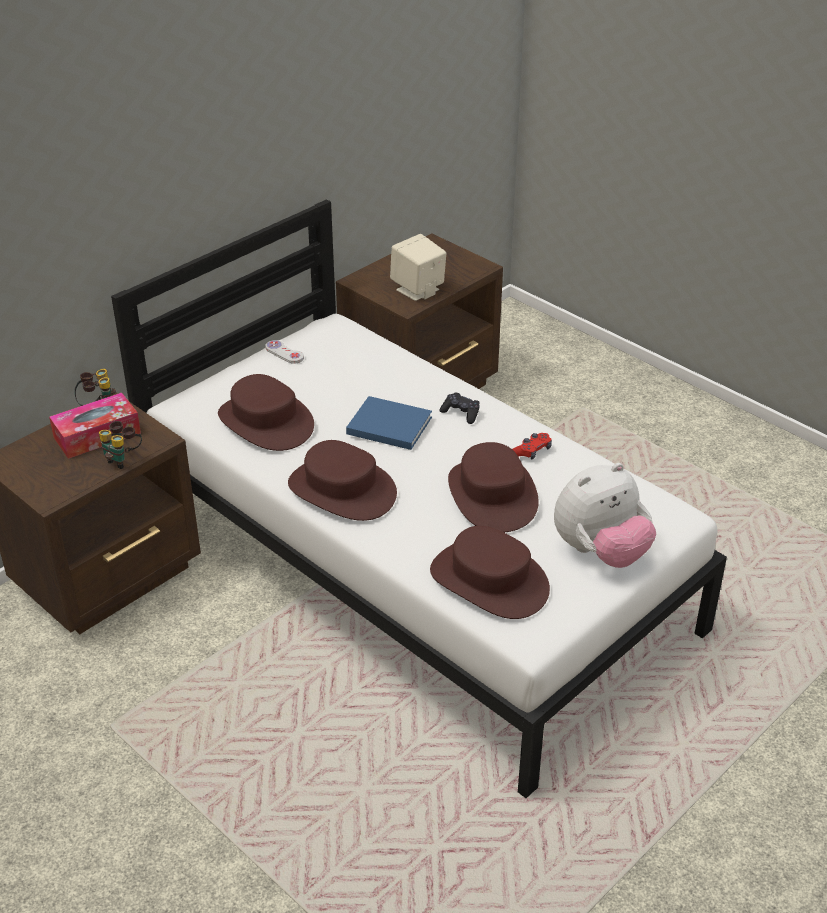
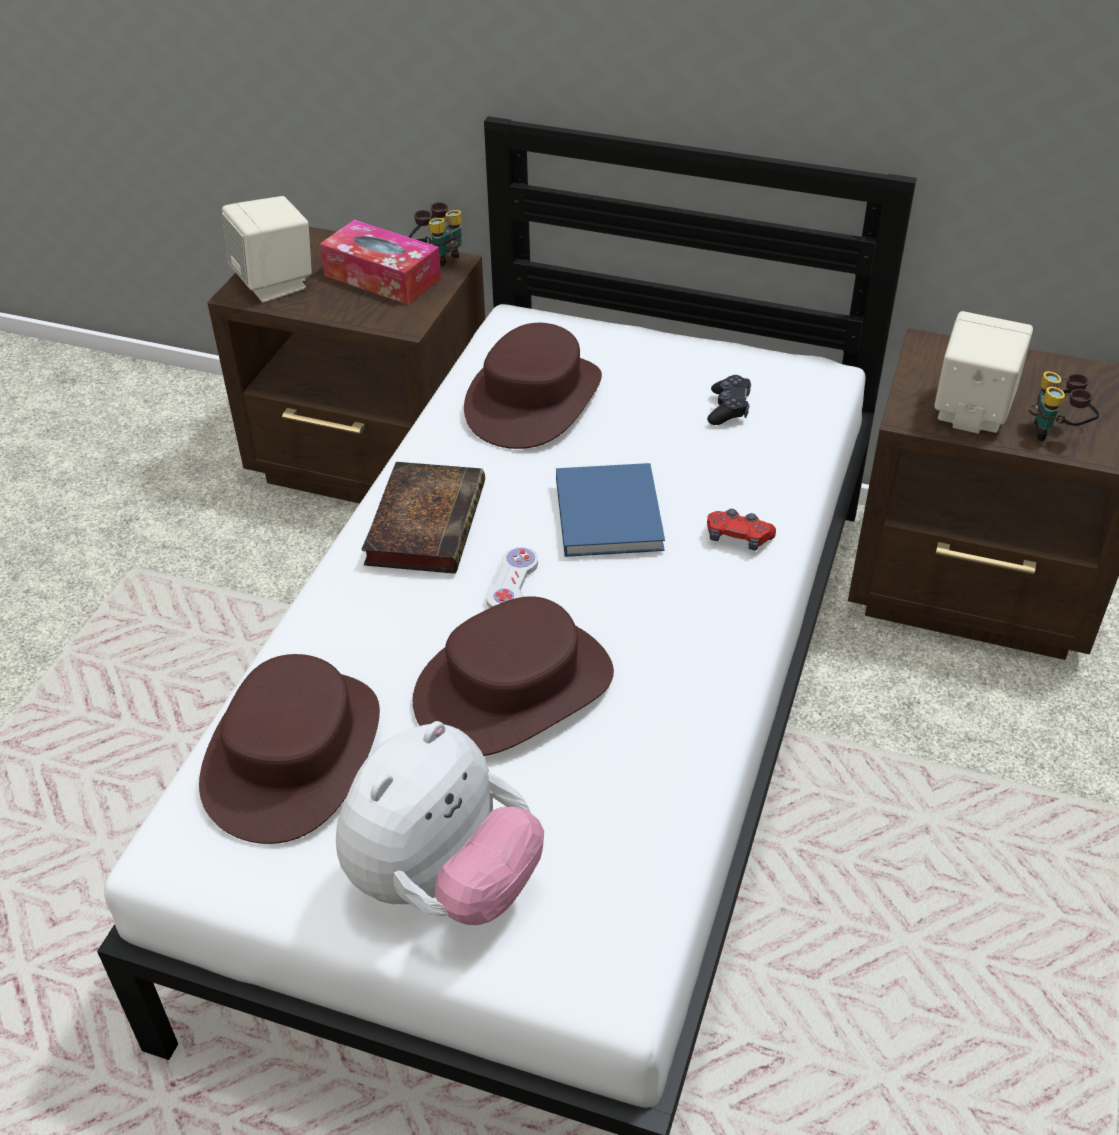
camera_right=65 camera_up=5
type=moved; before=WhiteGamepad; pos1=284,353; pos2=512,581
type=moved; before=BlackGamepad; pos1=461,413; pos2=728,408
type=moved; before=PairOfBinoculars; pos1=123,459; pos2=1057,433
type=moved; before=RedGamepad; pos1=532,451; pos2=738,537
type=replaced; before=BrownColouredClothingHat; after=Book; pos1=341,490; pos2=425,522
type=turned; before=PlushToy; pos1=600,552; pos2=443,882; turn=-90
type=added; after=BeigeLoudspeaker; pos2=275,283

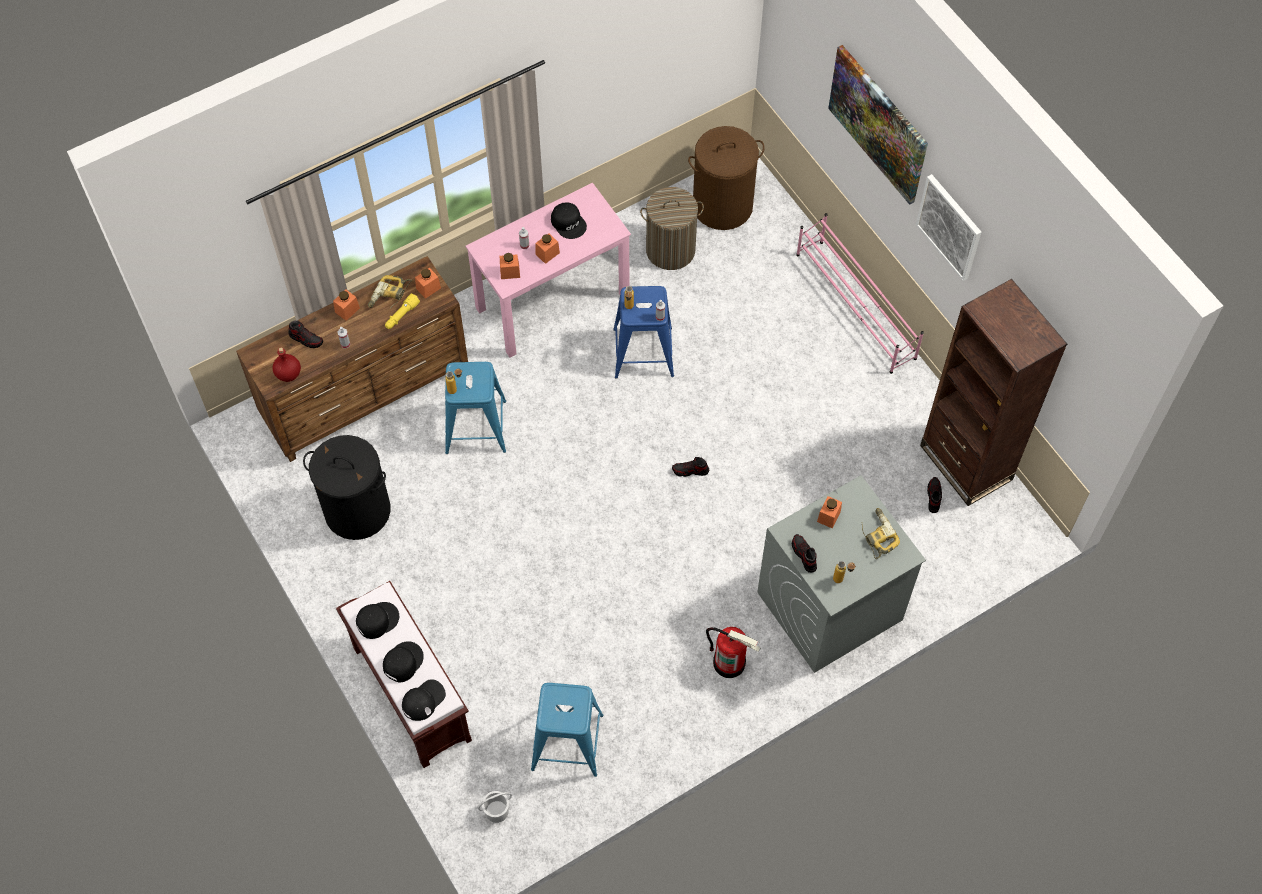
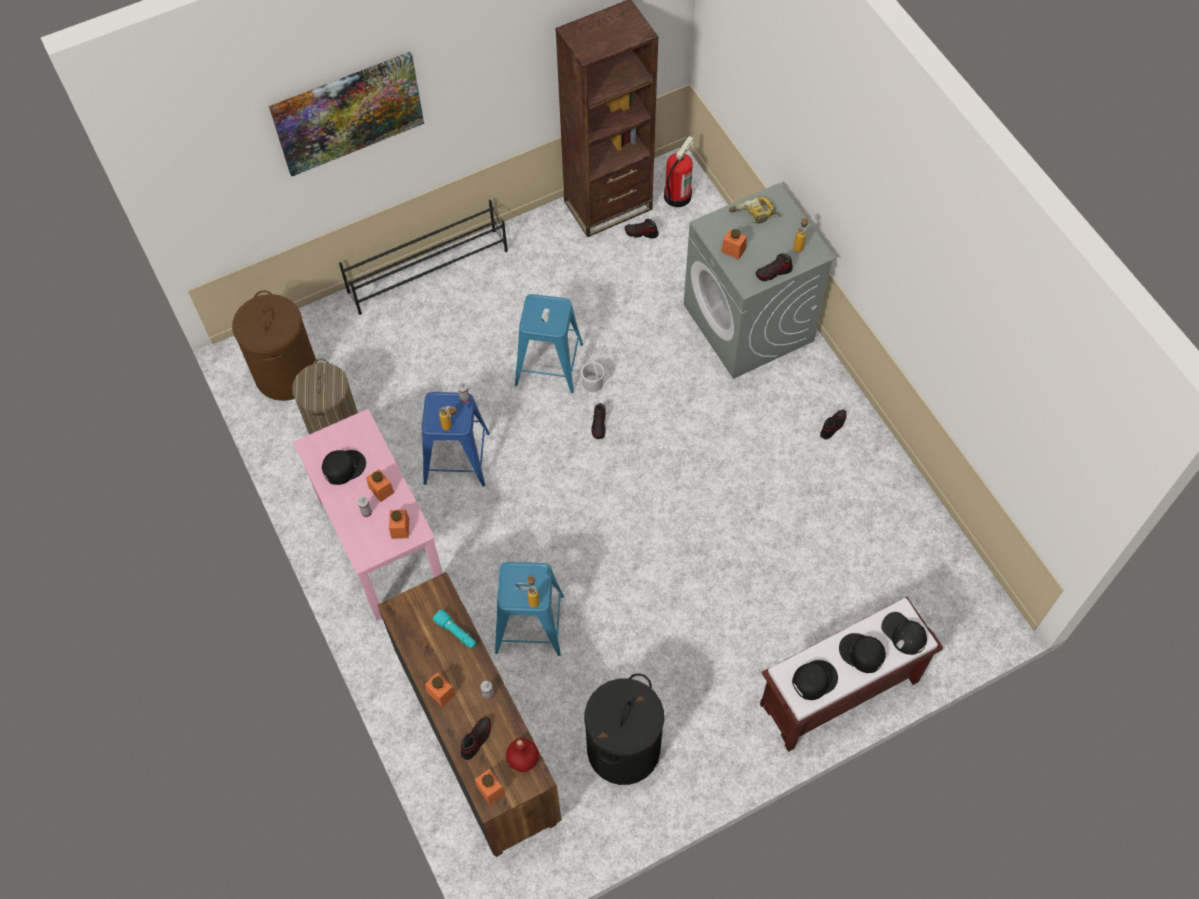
camera_right=-85 camera_up=0
type=removed; before=WallPicture; pos1=950,226
type=recoloured; before=PinkishShoeStand; after=BlackShoeStand; pos1=855,307; pos2=429,271
type=moved; before=OrangeStorageJar; pos1=428,288; pos2=490,789
type=removed; before=Drill; pos1=389,296
type=recoloured; before=YellowFlashlight; after=TurquoiseColouredFlashlight; pos1=401,315; pos2=456,632
type=turned; before=BlackCap; pos1=377,620; pos2=814,679; turn=90
type=moved; before=FireFightingCylinder; pos1=729,662; pos2=677,195
type=moved; before=BlueSittingStool; pos1=567,742; pos2=549,364
type=moved; before=WhitePail; pos1=497,811; pos2=593,383
type=added; after=Shoe; pos2=832,426

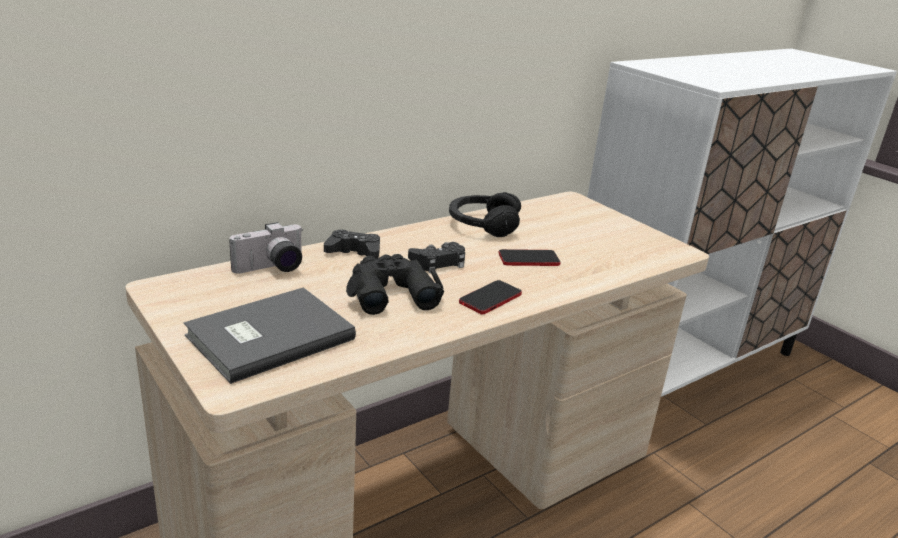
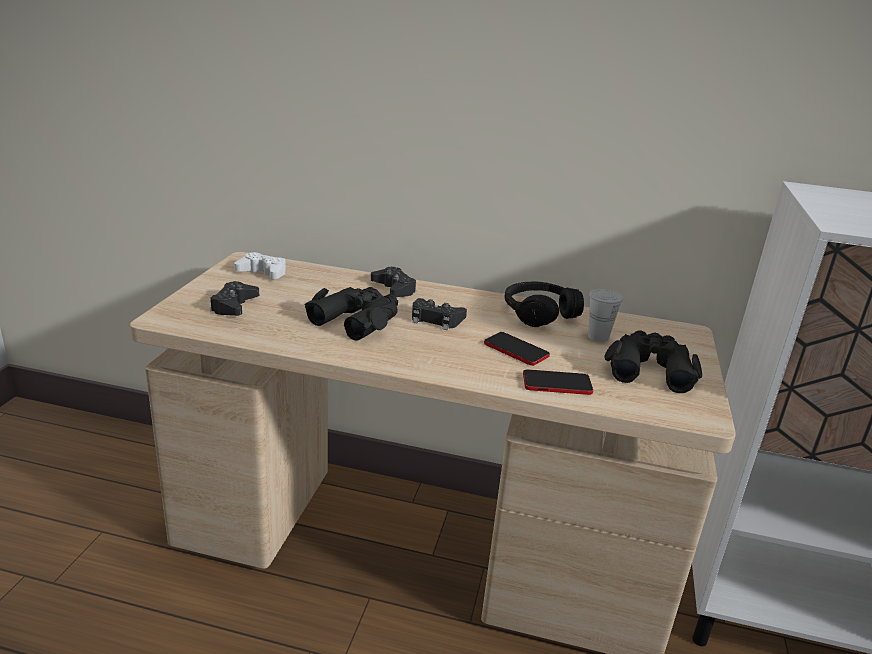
camera_right=50 camera_up=0
type=removed; before=StillCamera; pos1=272,268
type=moved; before=Handset; pos1=490,298; pos2=557,383
type=replaced; before=GreyishBook; after=BlackGamepad; pos1=266,336; pos2=234,305
type=added; after=WhiteGamepad; pos2=263,272
type=added; after=WhiteSmallCup; pos2=598,337
type=added; after=BlackPairOfBinoculars; pos2=650,368

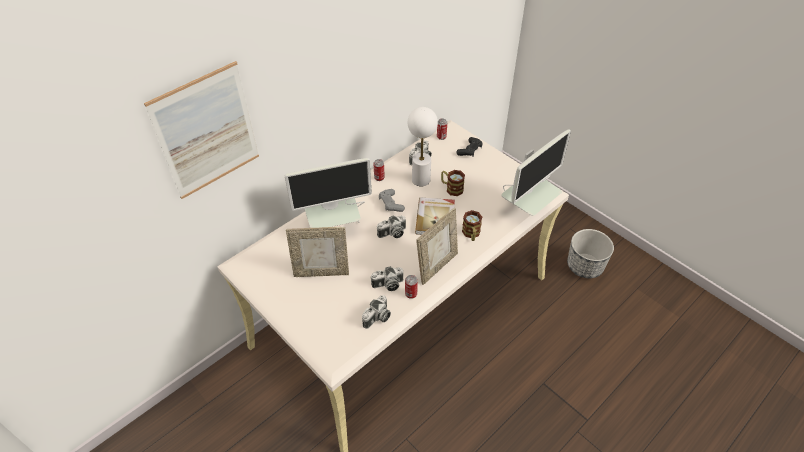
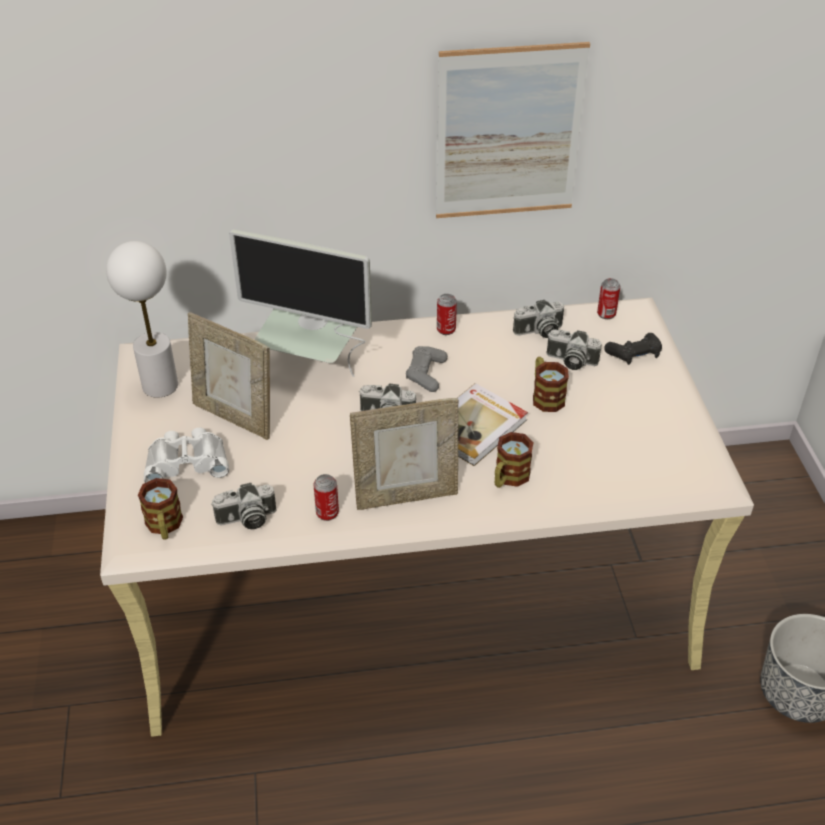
camera_right=35 camera_up=-5
type=moved; before=WallPicture; pos1=207,132; pos2=508,133
type=moved; before=WhiteLampForATable; pos1=421,180; pos2=159,386
type=removed; before=ComputerDisplay; pos1=526,210
type=moved; before=StillCamera; pos1=388,285; pos2=570,361
type=added; after=WhitePairOfBinoculars; pos2=187,461
type=added; after=TeaMug; pos2=164,526

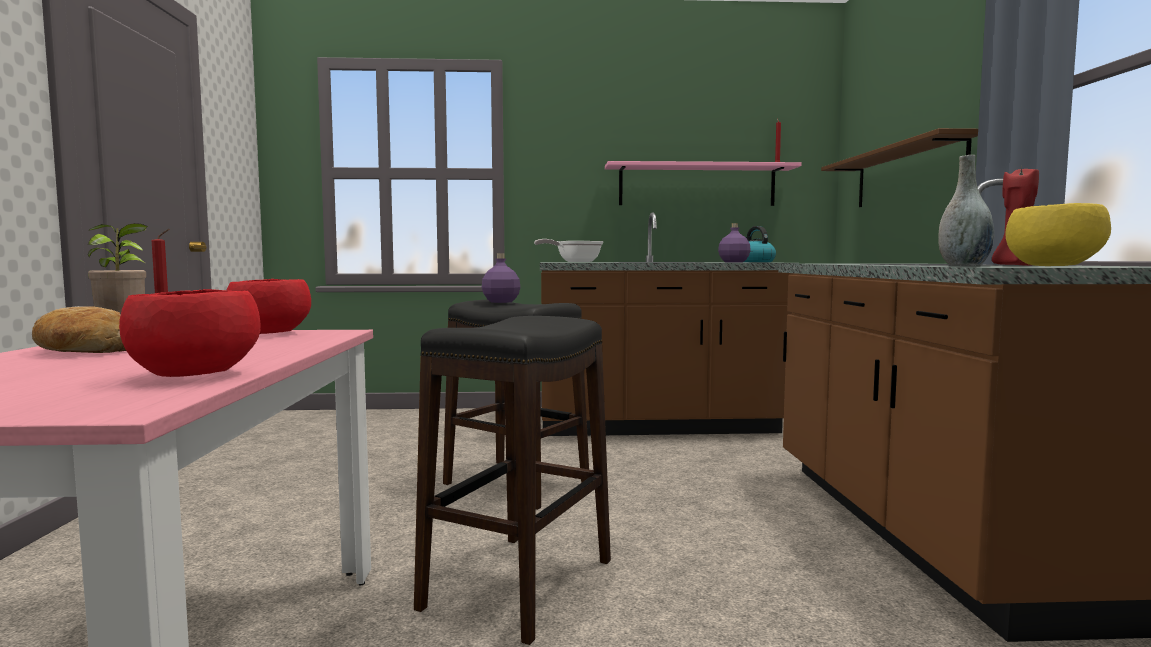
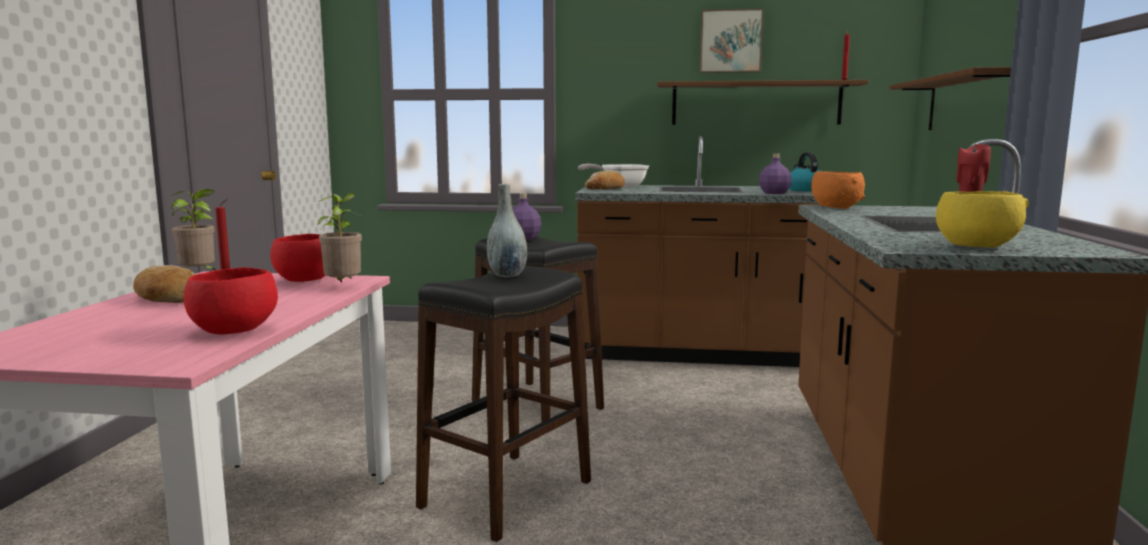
camera_right=10 camera_up=5
type=moved; before=GreyishVase; pos1=964,265; pos2=507,275
type=recoloured; before=PinkishShelf; after=BrownColouredShelf; pos1=697,186; pos2=756,103
type=added; after=WallPicture; pos2=730,41
type=added; after=BakeryBread; pos2=605,189
type=added; after=OrangeBowl; pos2=835,208
type=added; after=PottedPlant; pos2=343,287

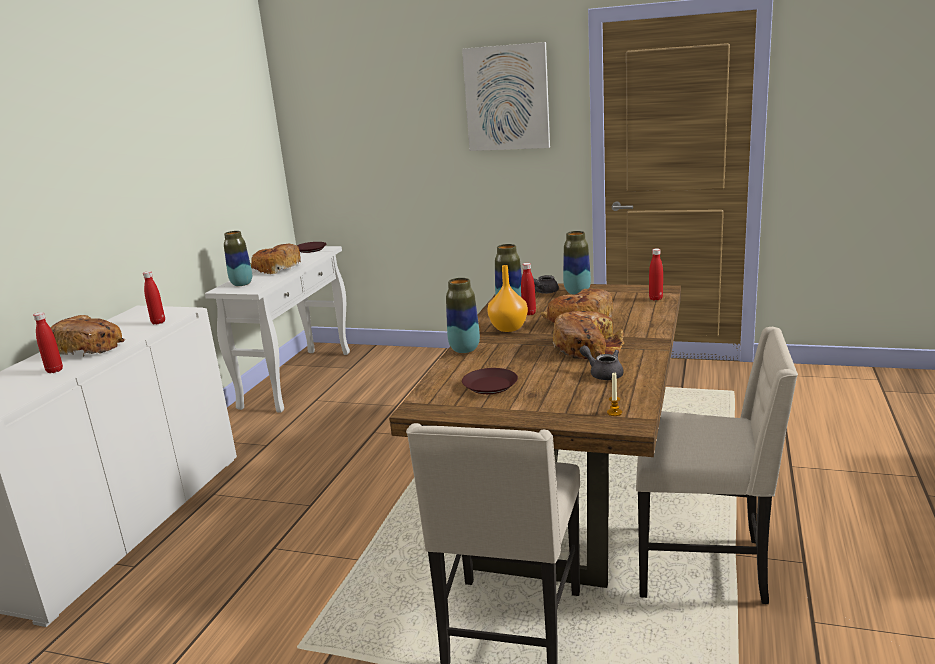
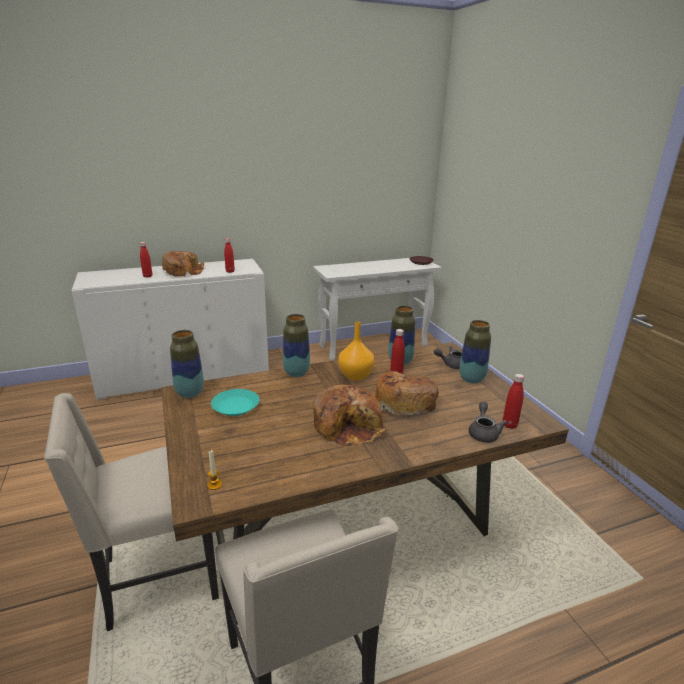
camera_right=50 camera_up=5
type=removed; before=WallPicture; pos1=507,98
type=moved; before=Vase; pos1=242,284; pos2=190,393
type=removed; before=BakeryBread; pos1=276,268
type=moved; before=GreyishTeapot; pos1=603,374; pos2=483,432
type=recoloured; before=BrownColouredPlate; after=TurquoiseColouredPlate; pos1=489,385; pos2=236,406

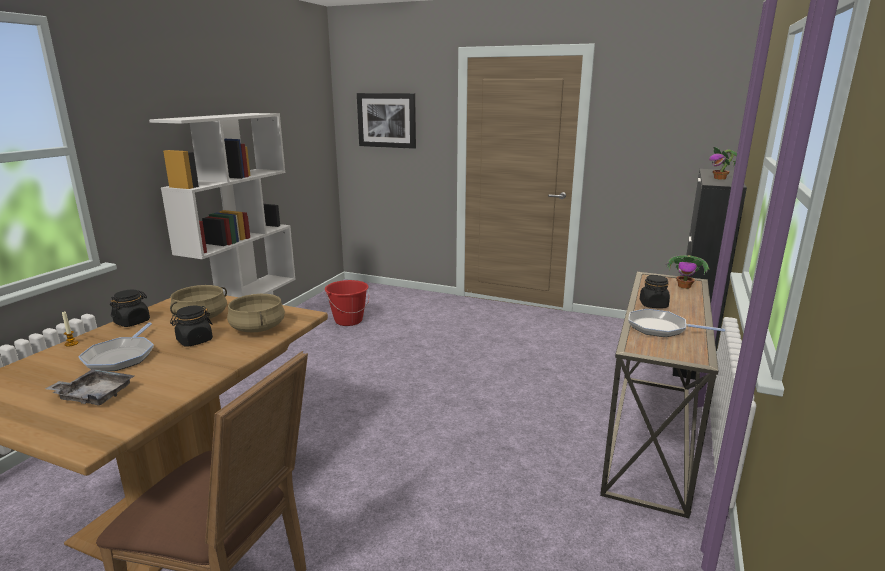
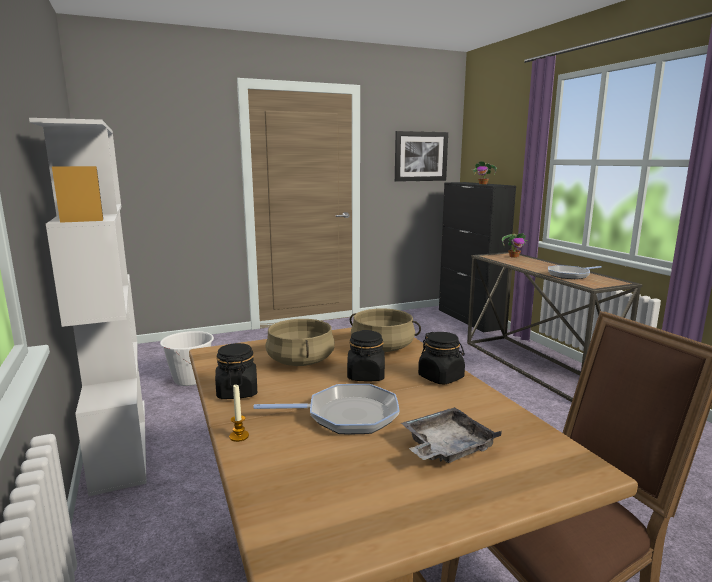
camera_right=-45 camera_up=-5
type=moved; before=WallPicture; pos1=387,120; pos2=420,156
type=moved; before=BlackStorageJar; pos1=653,305; pos2=441,377
type=recoloured; before=RedPail; after=WhitePail; pos1=348,320; pos2=190,379
type=turned; before=Skillet; pos1=121,357; pos2=347,415; turn=-45

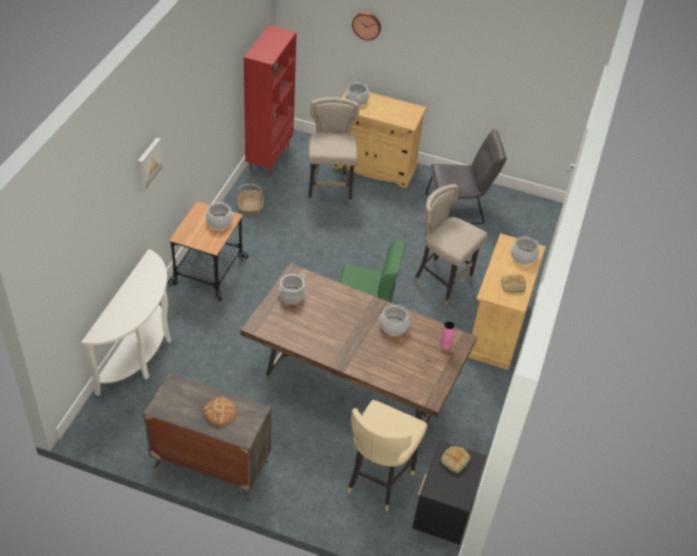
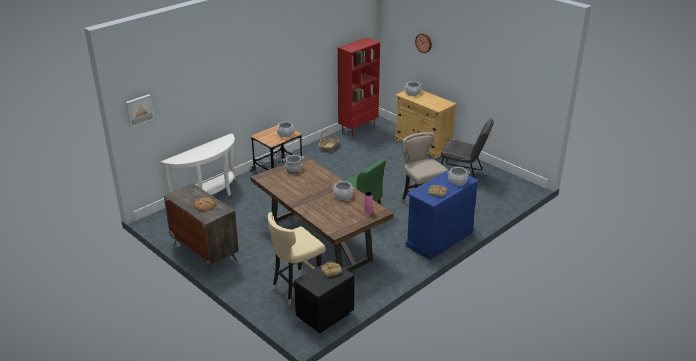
camera_right=30 camera_up=-15
type=removed; before=BeigeSittingStool; pos1=330,191
type=moved; before=WallPicture; pos1=148,164; pos2=139,110
type=recoloured; before=BeigeCupboard; after=BlueCupboard; pos1=497,330; pos2=439,239

